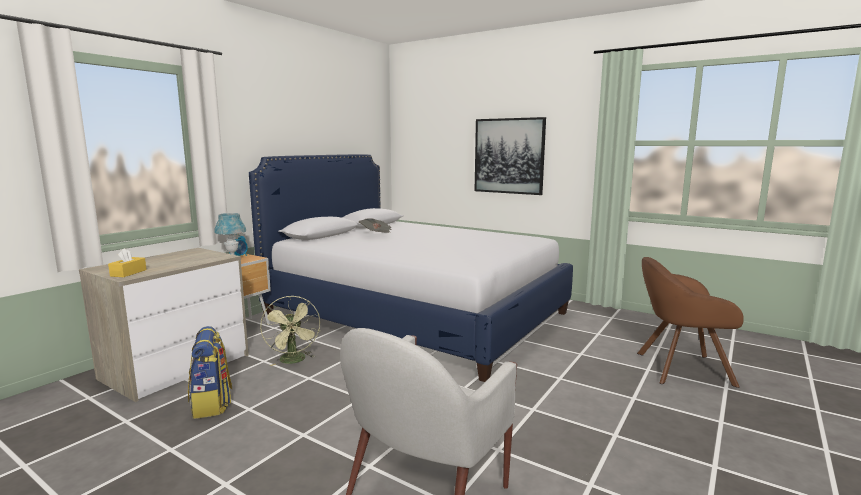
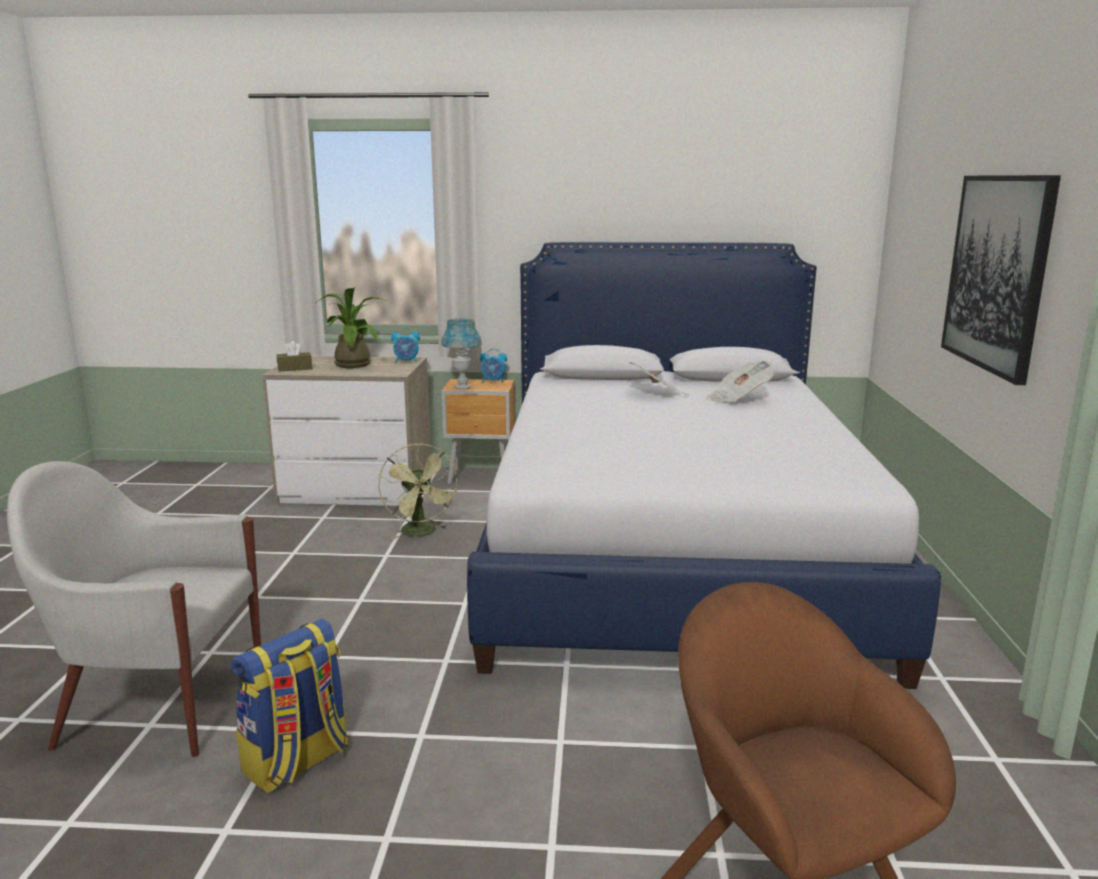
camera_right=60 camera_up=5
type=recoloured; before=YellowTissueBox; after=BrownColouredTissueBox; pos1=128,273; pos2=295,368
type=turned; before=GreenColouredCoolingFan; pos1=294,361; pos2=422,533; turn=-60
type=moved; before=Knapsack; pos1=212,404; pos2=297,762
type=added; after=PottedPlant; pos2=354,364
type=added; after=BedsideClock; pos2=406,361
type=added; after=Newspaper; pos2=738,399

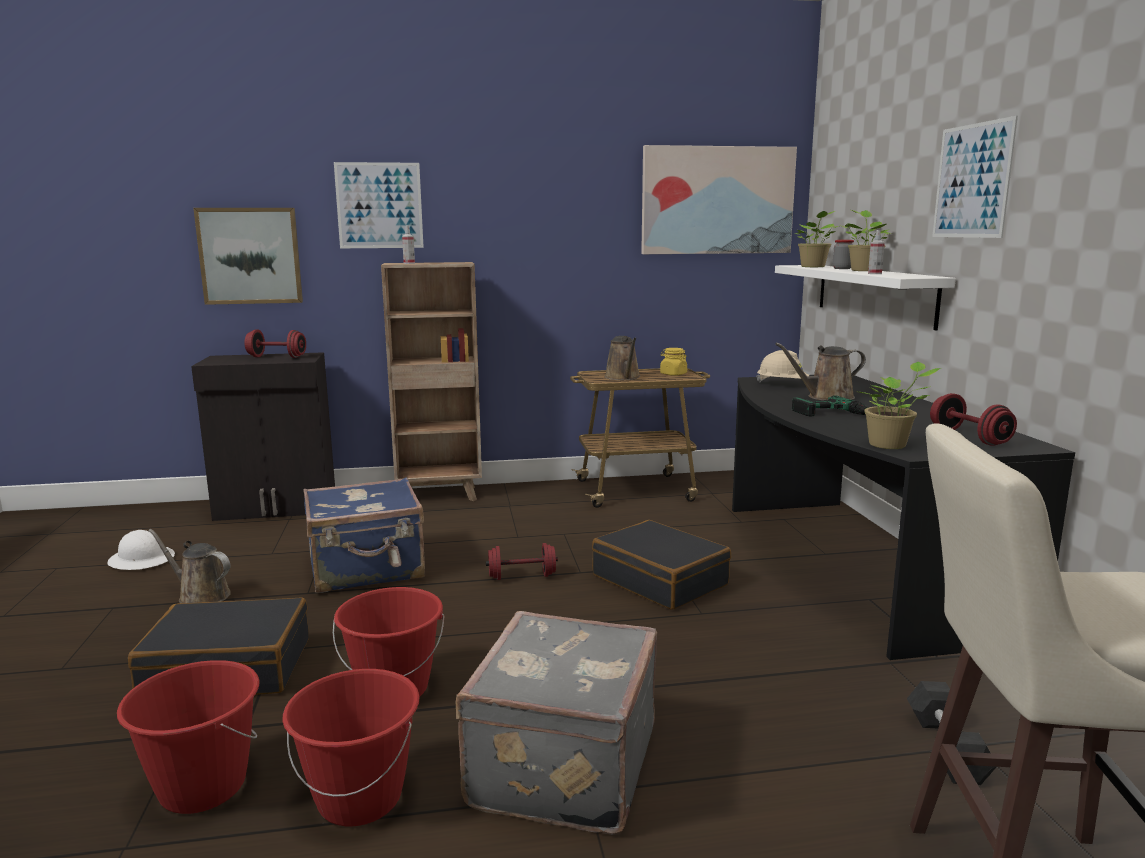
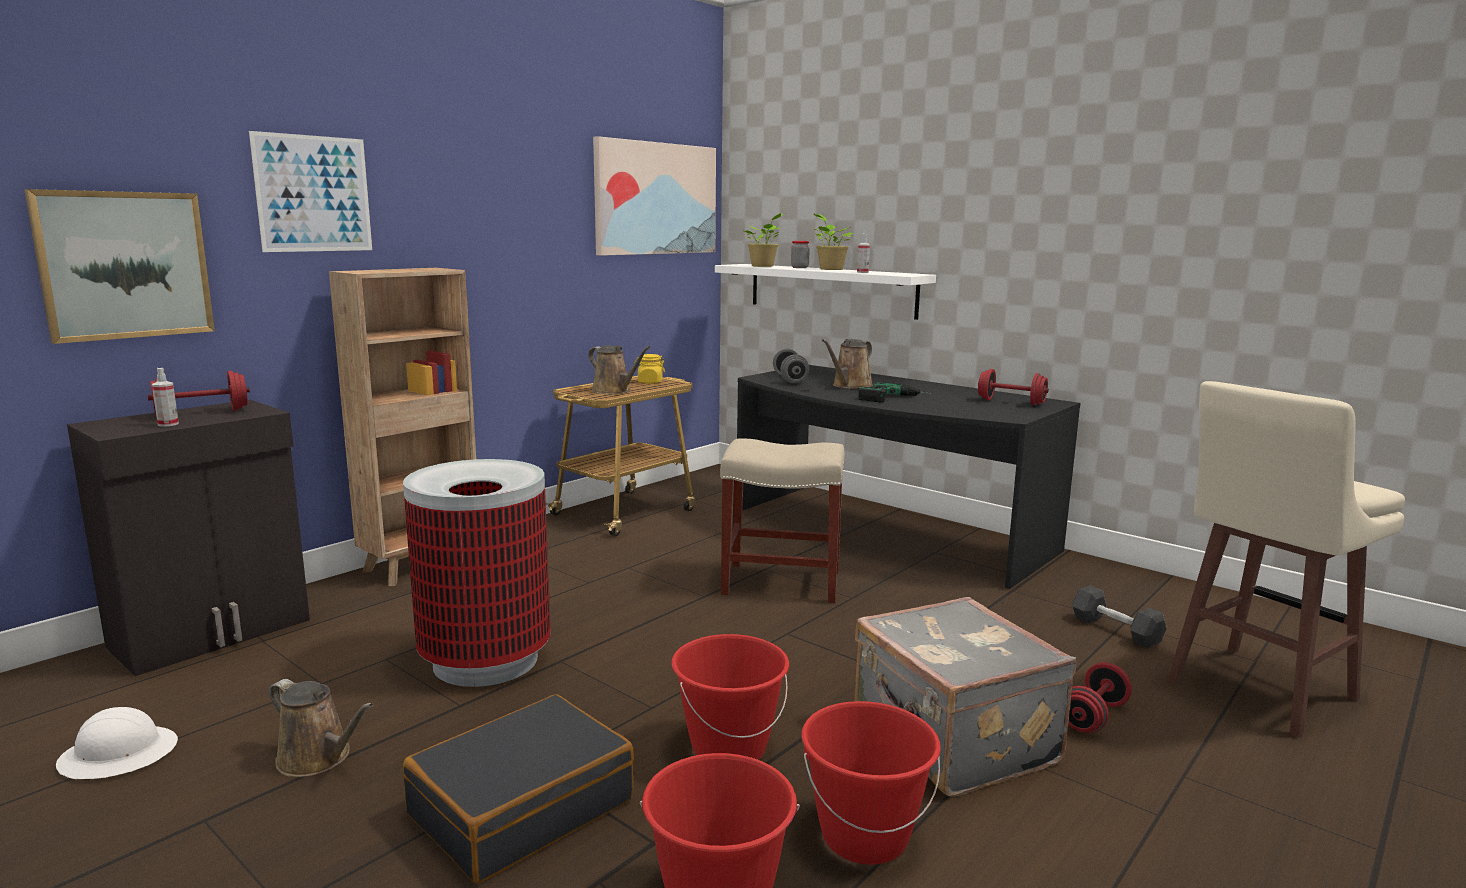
camera_right=-40 camera_up=0
type=removed; before=WallPicture; pos1=972,181
type=moved; before=HandSprayer; pos1=409,263; pos2=168,424
type=replaced; before=BeigeSafetyHelmet; after=GreyishDumbbell; pos1=782,384; pos2=790,379
type=removed; before=PottedPlant; pos1=890,445
type=replaced; before=BluePieceOfLuggage; after=WasteBin; pos1=367,569; pos2=486,660
type=replaced; before=BlackPieceOfLuggage; after=BeigeSittingStool; pos1=660,580; pos2=779,582
type=turned; before=BrownColouredWateringPot; pos1=200,596; pos2=318,759; turn=-135
type=moved; before=RedDumbbell; pos1=522,576; pos2=1093,717

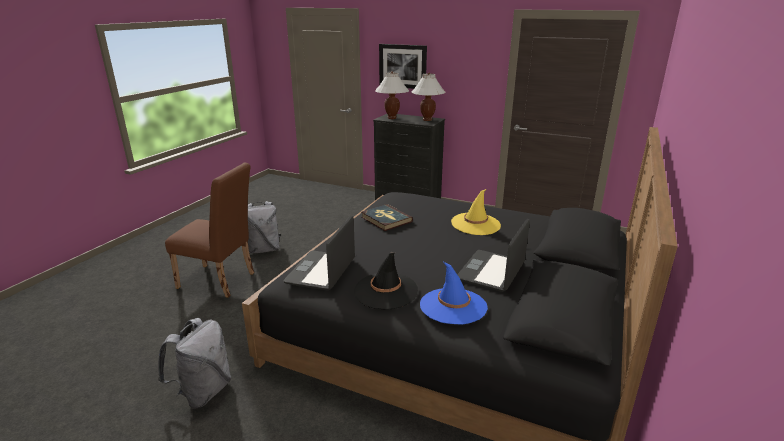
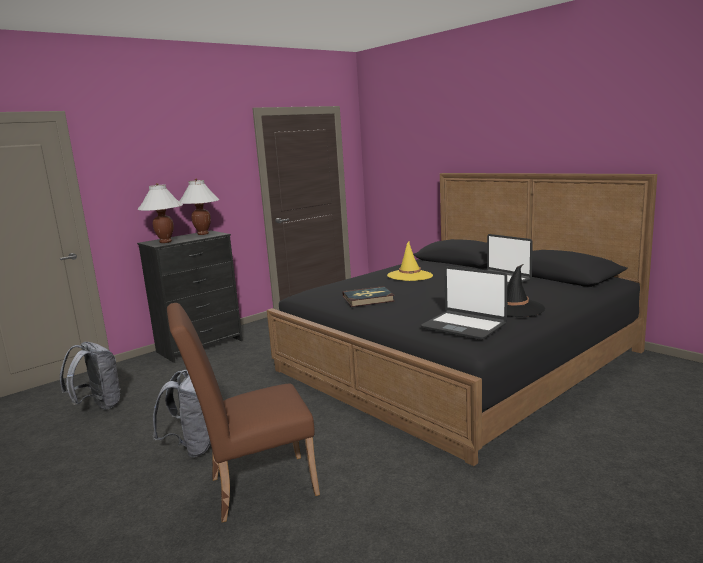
camera_right=-65 camera_up=-10
type=removed; before=WallPicture; pos1=402,66
type=turned; before=BrownColouredChair; pos1=221,281; pos2=254,487; turn=-150
type=removed; before=BlueClothingHat; pos1=453,306
type=moved; before=GreyishKnapsack; pos1=203,391; pos2=98,406

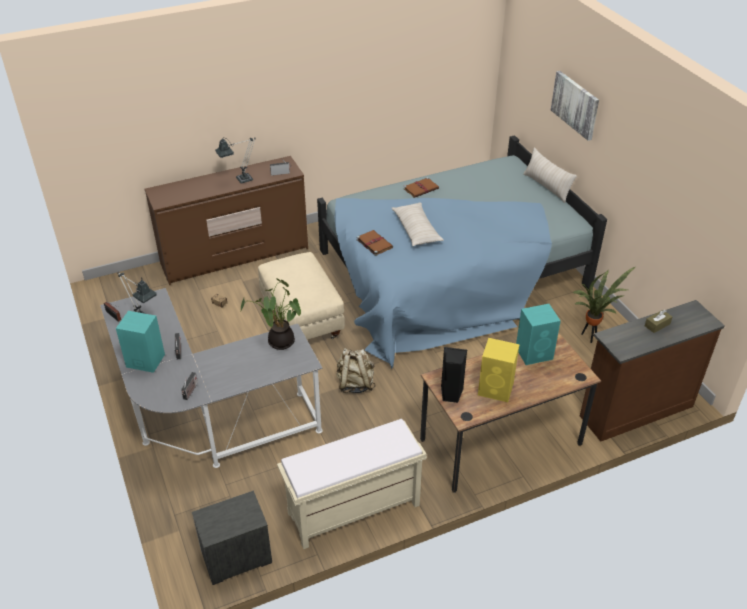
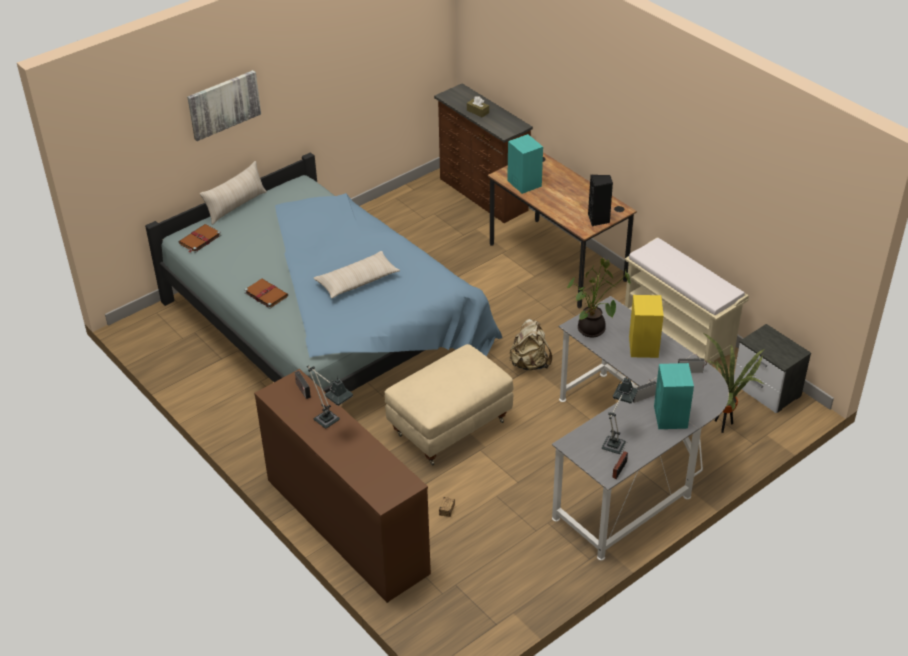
camera_right=-105 camera_up=0
type=moved; before=BrownColouredBook; pos1=374,243; pos2=199,240
type=moved; before=PottedPlant; pos1=590,337; pos2=722,424
type=moved; before=YellowLoudspeaker; pos1=496,389; pos2=643,346

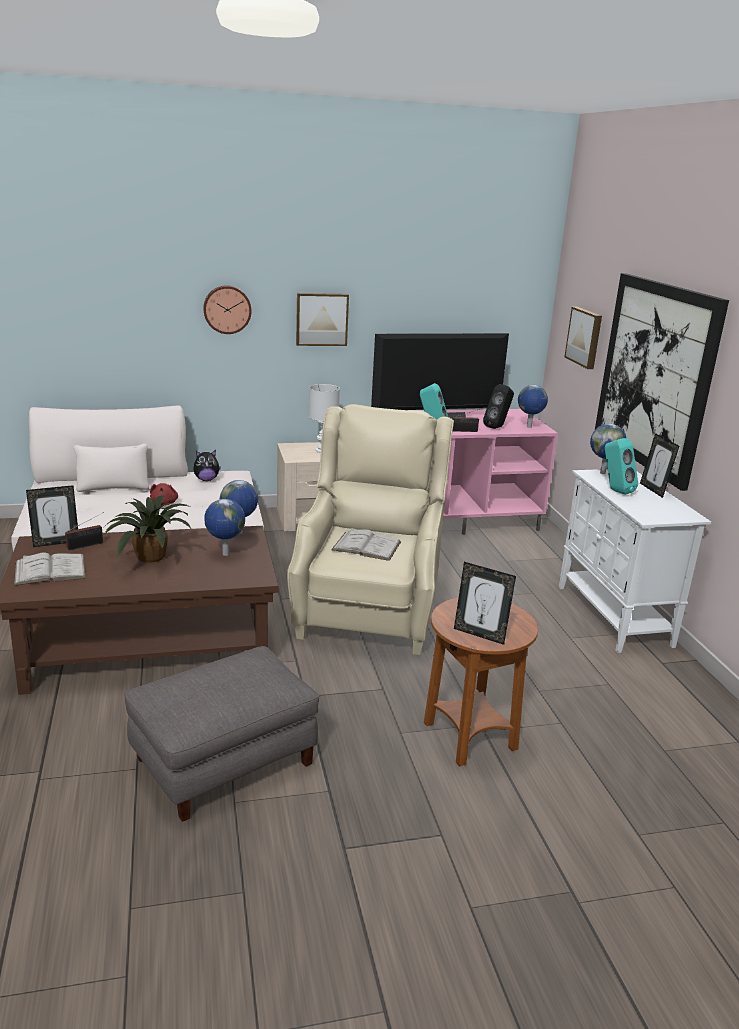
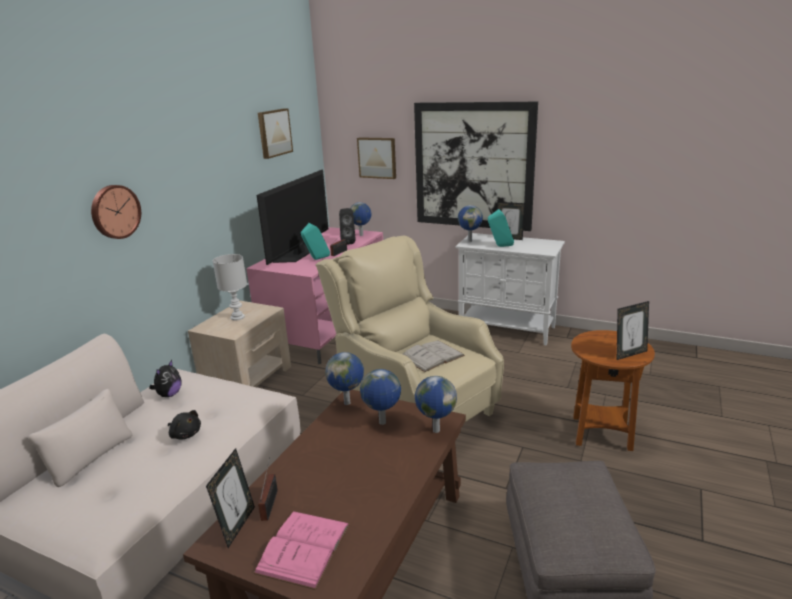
camera_right=-50 camera_up=0
type=moved; before=WallPicture; pos1=321,319; pos2=273,133
type=recoloured; before=RedPlushToy; after=BlackPlushToy; pos1=164,503; pos2=185,434
type=removed; before=PottedPlant; pos1=150,558
type=recoloured; before=WhiteBook; after=PinkishBook; pos1=50,570; pos2=303,548
type=added; after=DeskGlobe; pos2=435,430

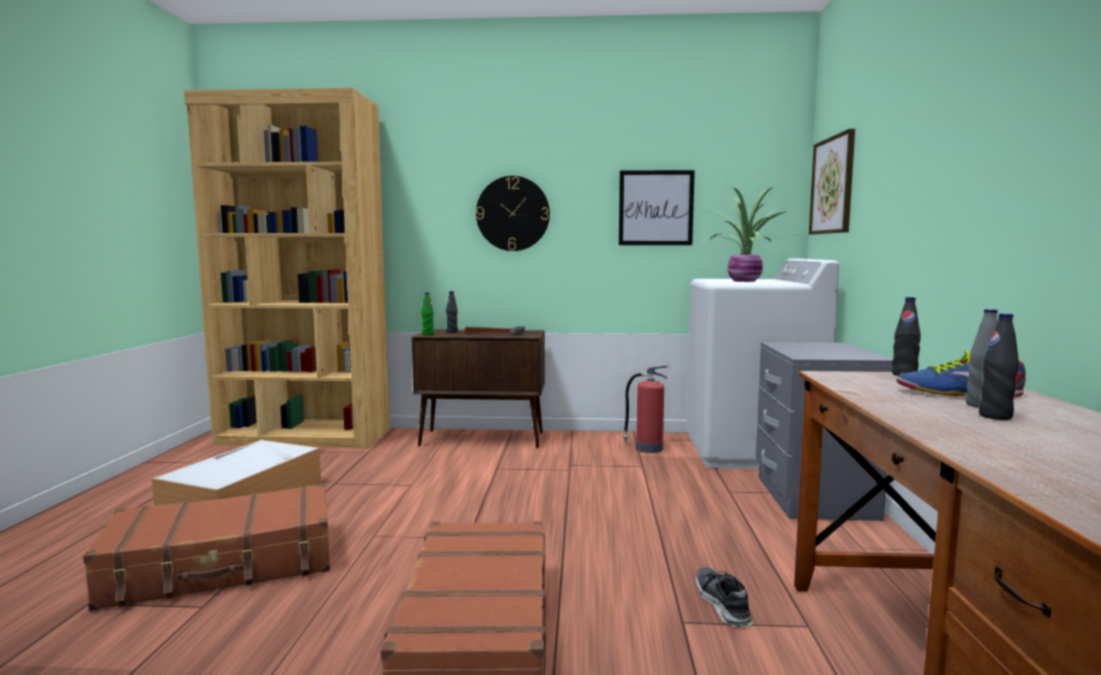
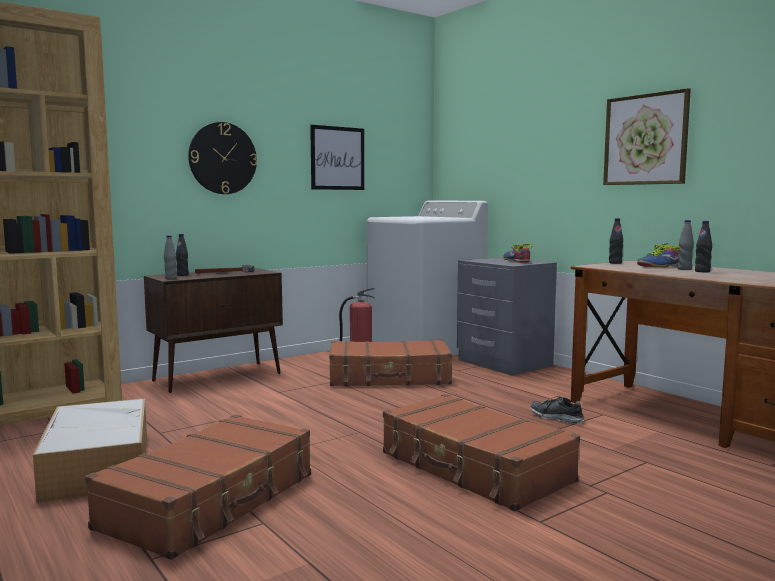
camera_right=-40 camera_up=0
type=moved; before=WallPicture; pos1=833,185; pos2=645,139
type=removed; before=PottedPlant; pos1=746,281
type=recoloured; before=GreenColouredDrinkBottle; after=GreyishDrinkBottle; pos1=428,334; pos2=171,278
type=added; after=Shoe; pos2=516,261
type=added; after=BrownColouredPieceOfLuggage; pos2=389,377

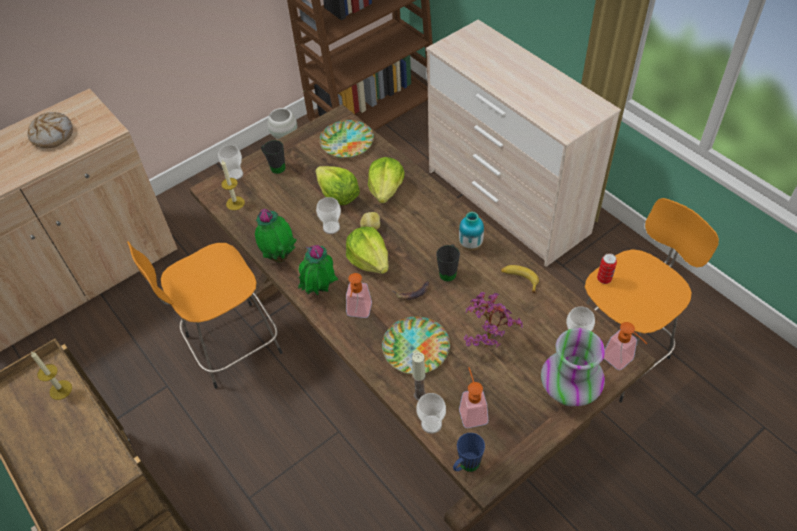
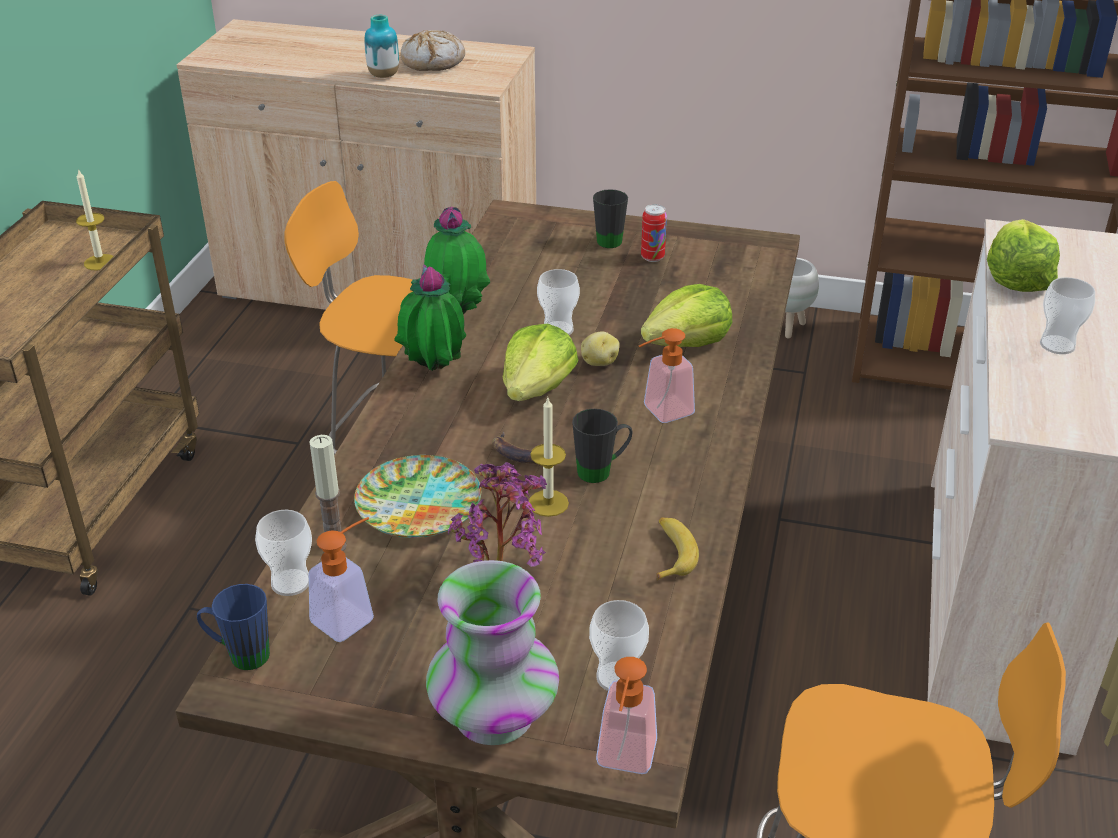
camera_right=50 camera_up=-15
type=removed; before=Plate; pos1=346,142
type=moved; before=SmallCup; pos1=235,174; pos2=1057,345
type=moved; before=WaxCandle; pos1=235,203; pos2=548,503
type=moved; before=Lettuce; pos1=338,195; pos2=1016,278
type=moved; before=Vase; pos1=470,245; pos2=383,75
type=moved; before=SealedCan; pos1=604,279; pos2=652,257
type=moved; before=LiquidSoapBottle; pos1=358,313; pos2=661,412

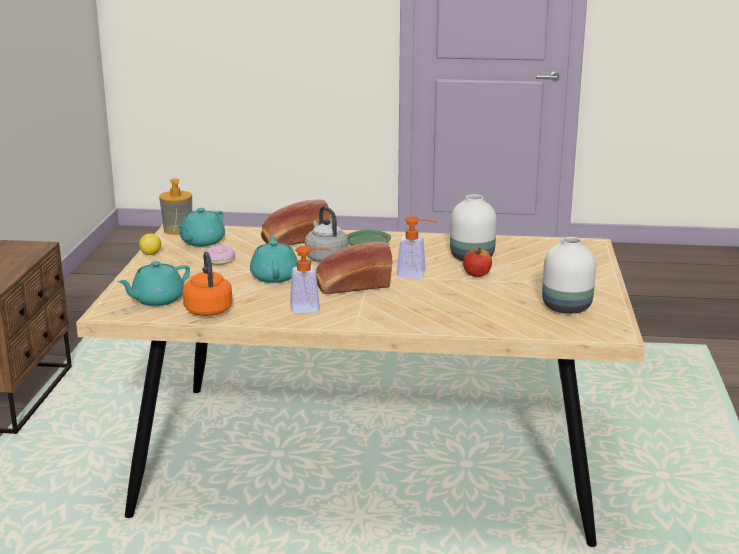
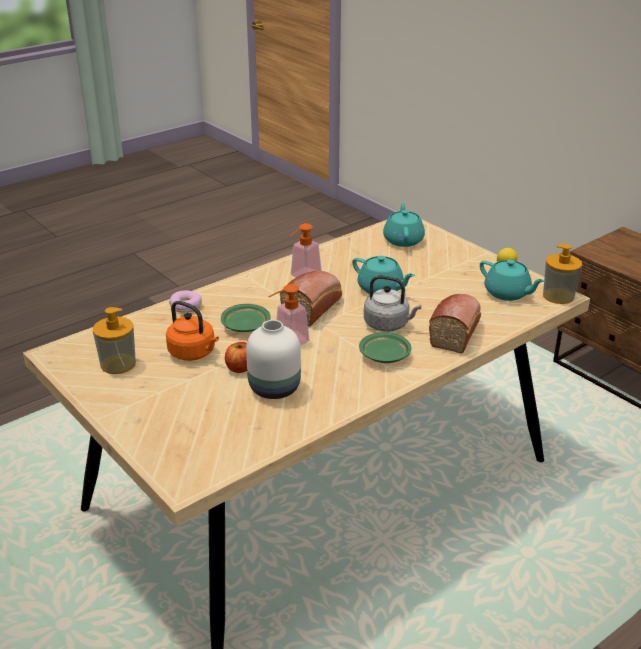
camera_right=135 camera_up=10
type=turned; before=TurquoiseColouredTeapot; pos1=202,242; pos2=508,293; turn=150
type=replaced; before=WhiteVase; after=LiquidSoapBottle; pos1=567,308; pos2=118,364
type=moved; before=Doughnut; pos1=219,261; pos2=186,307
type=moved; before=OrangeKettle; pos1=208,309; pos2=194,353
type=added; after=GreenColouredPlate; pos2=245,325

